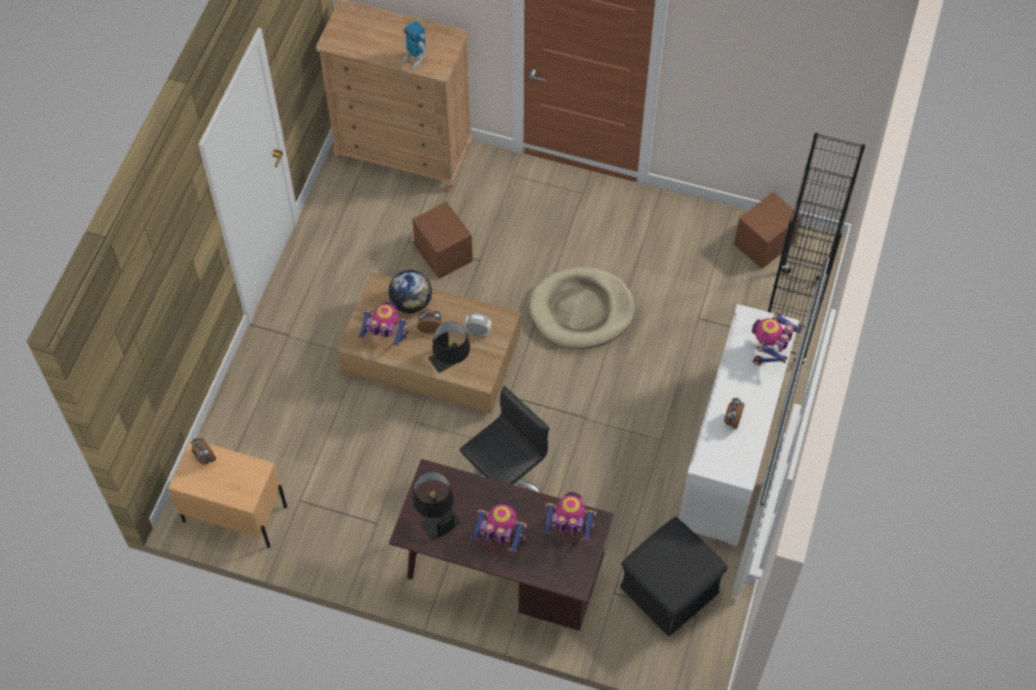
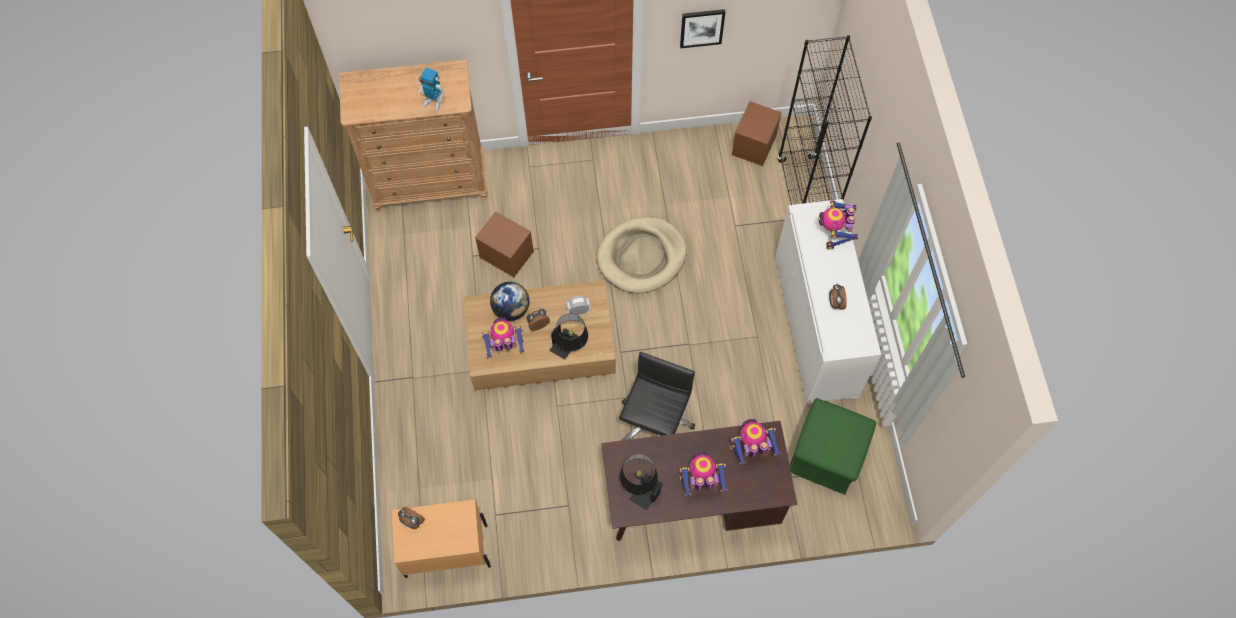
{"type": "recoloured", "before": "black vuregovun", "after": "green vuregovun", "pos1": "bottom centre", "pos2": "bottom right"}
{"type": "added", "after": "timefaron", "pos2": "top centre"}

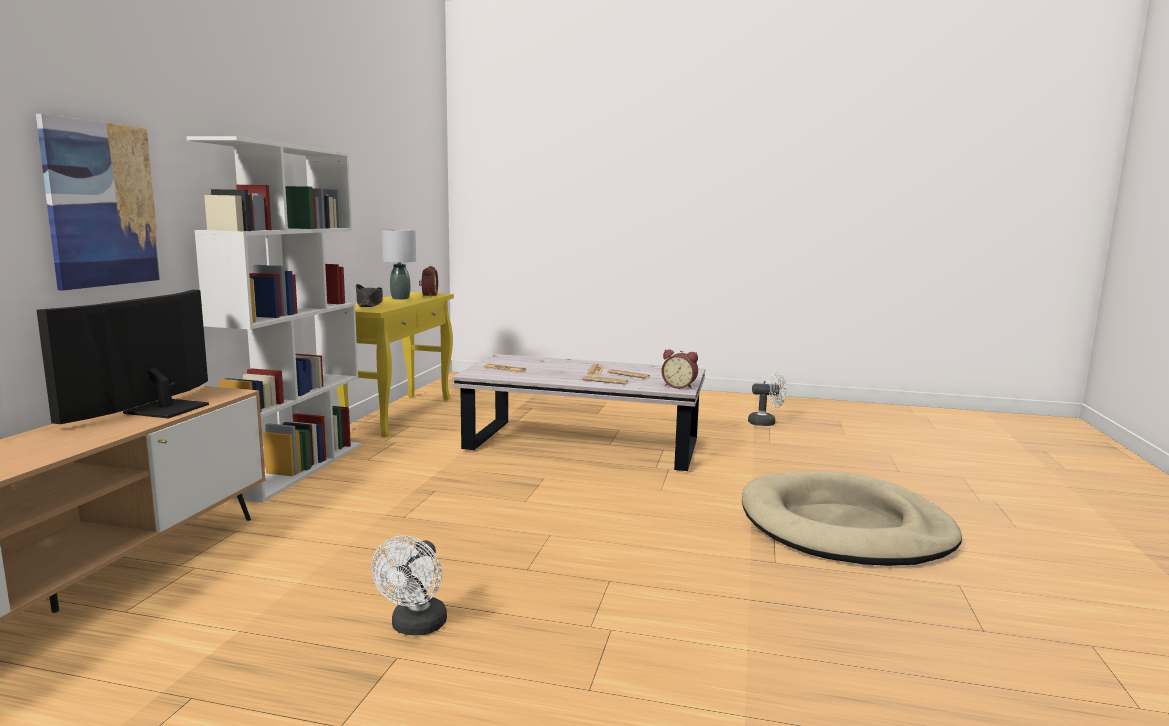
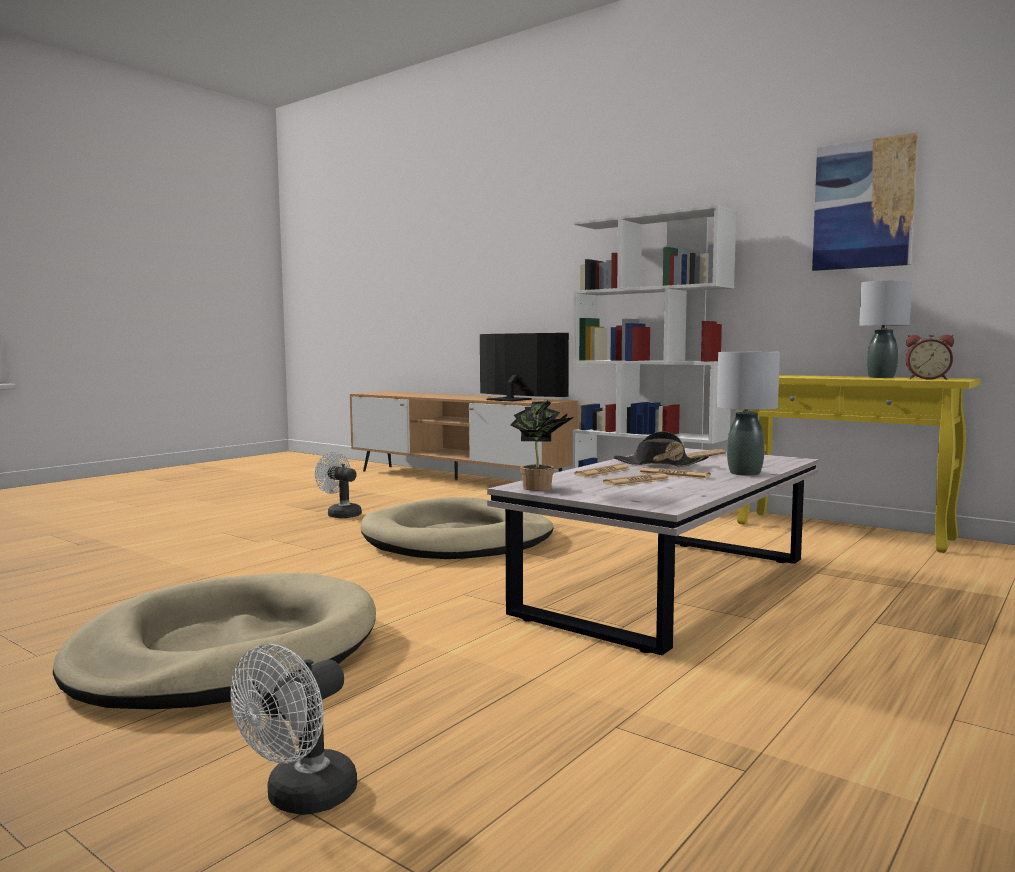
{"type": "moved", "before": "timefaron", "pos1": "top left", "pos2": "top right"}
{"type": "moved", "before": "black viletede", "pos1": "middle left", "pos2": "centre"}
{"type": "replaced", "before": "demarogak (2nd from left)", "after": "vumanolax", "pos1": "centre", "pos2": "centre"}
{"type": "moved", "before": "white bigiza (2nd from left in the first image)", "after": "white bigiza (1st from left)", "pos1": "centre", "pos2": "bottom left"}
{"type": "added", "after": "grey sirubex (1st from left)", "pos2": "middle right"}
{"type": "added", "after": "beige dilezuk (2nd from left)", "pos2": "centre"}

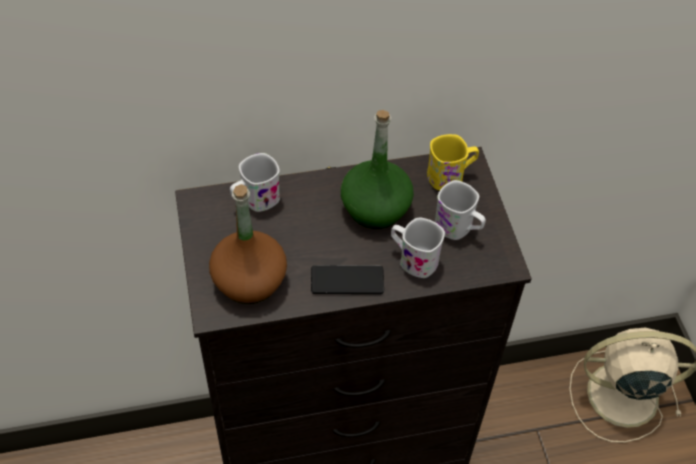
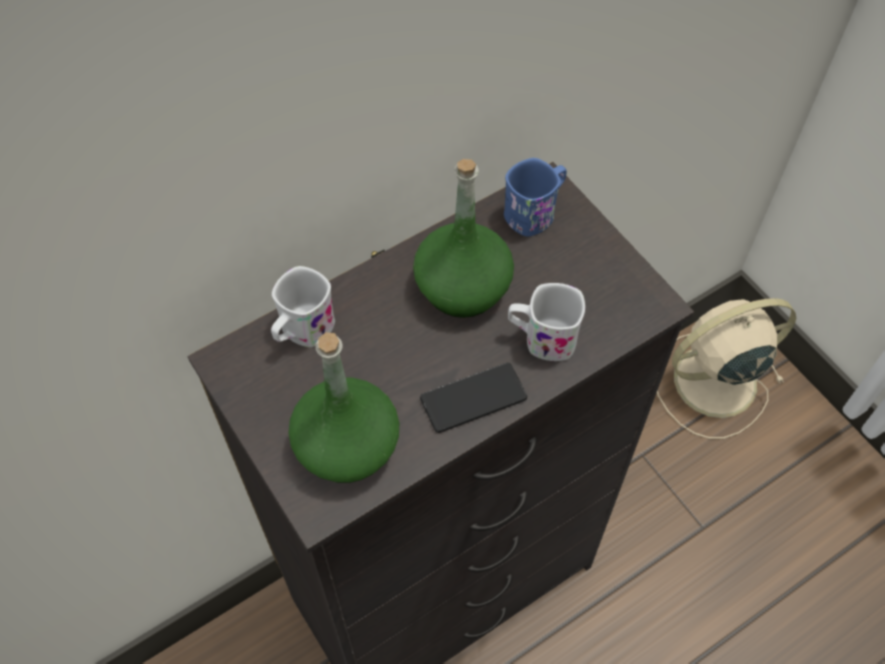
{"type": "recoloured", "before": "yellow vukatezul", "after": "blue vukatezul", "pos1": "centre", "pos2": "top centre"}
{"type": "removed", "before": "white vukatezul (3rd from left)", "pos1": "centre"}
{"type": "recoloured", "before": "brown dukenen", "after": "green dukenen (1st from left)", "pos1": "centre", "pos2": "centre"}

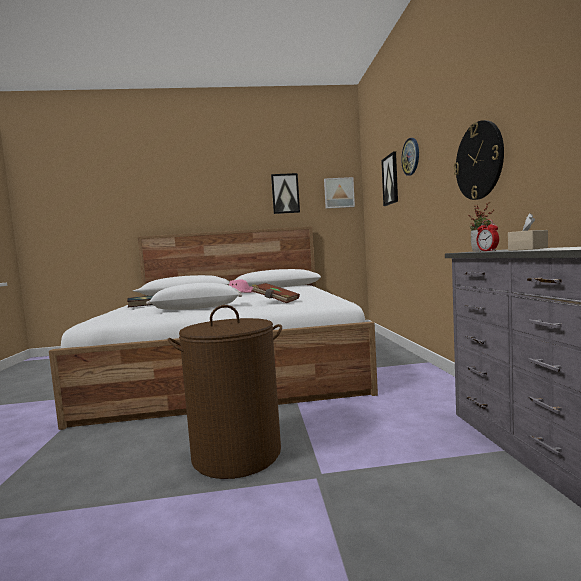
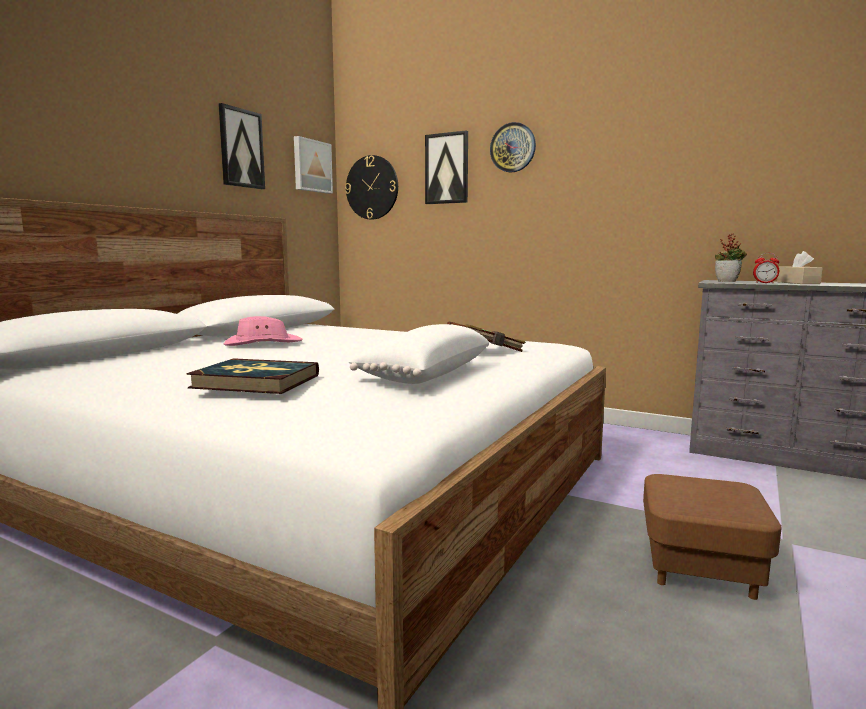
{"type": "moved", "before": "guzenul (2nd from left in the first image)", "after": "guzenul (1st from left)", "pos1": "top right", "pos2": "top centre"}
{"type": "replaced", "before": "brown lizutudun", "after": "brown vuregovun", "pos1": "bottom centre", "pos2": "bottom right"}

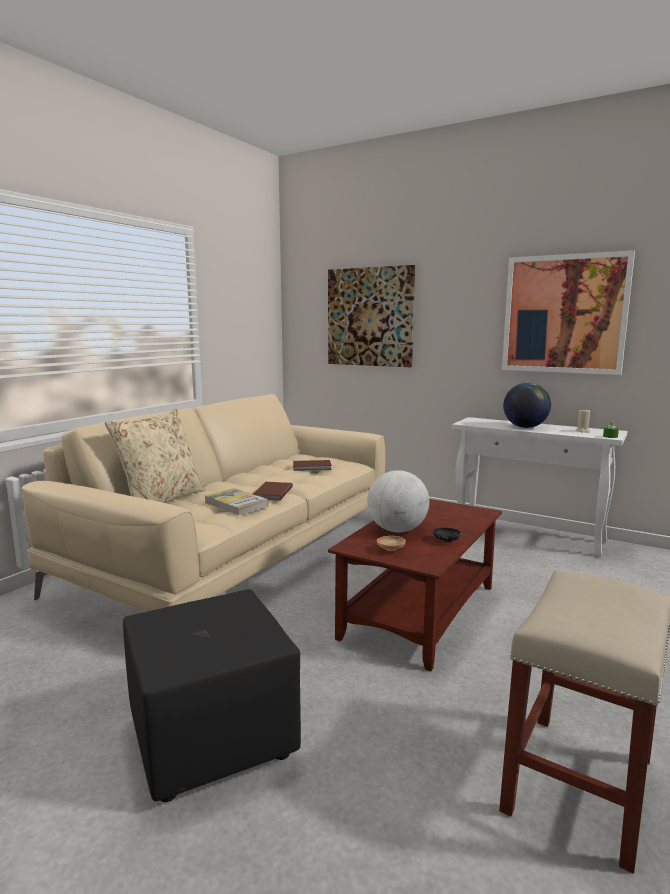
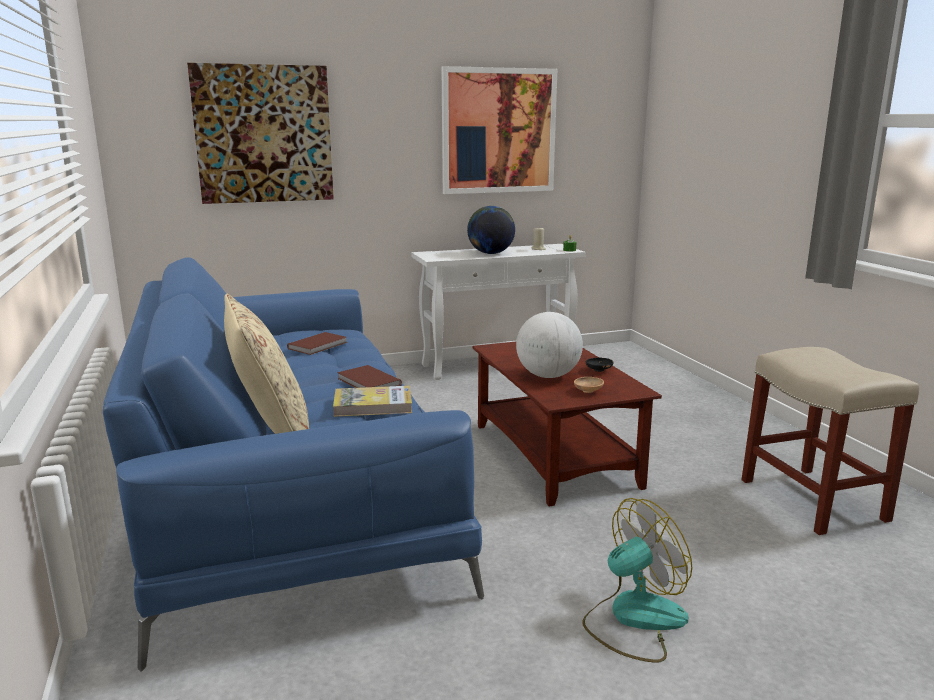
{"type": "recoloured", "before": "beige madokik", "after": "blue madokik", "pos1": "middle left", "pos2": "middle left"}
{"type": "replaced", "before": "black vuregovun", "after": "bigiza", "pos1": "bottom left", "pos2": "bottom right"}

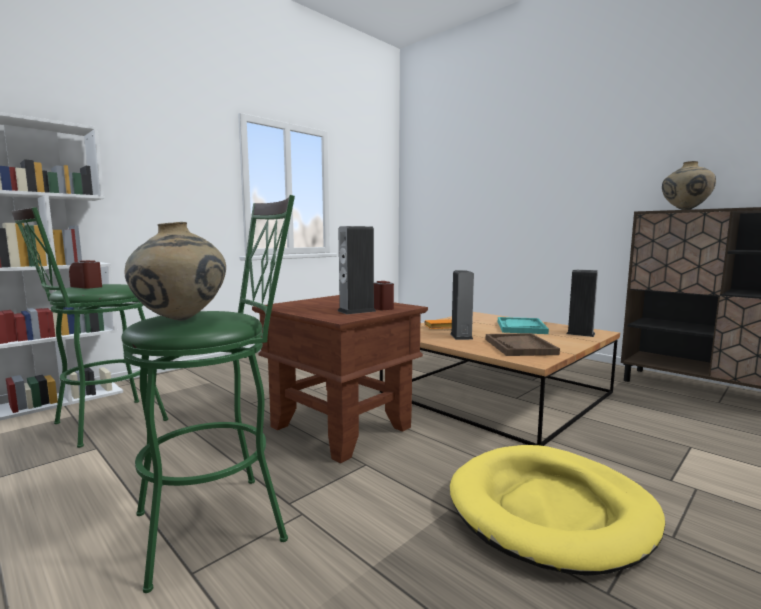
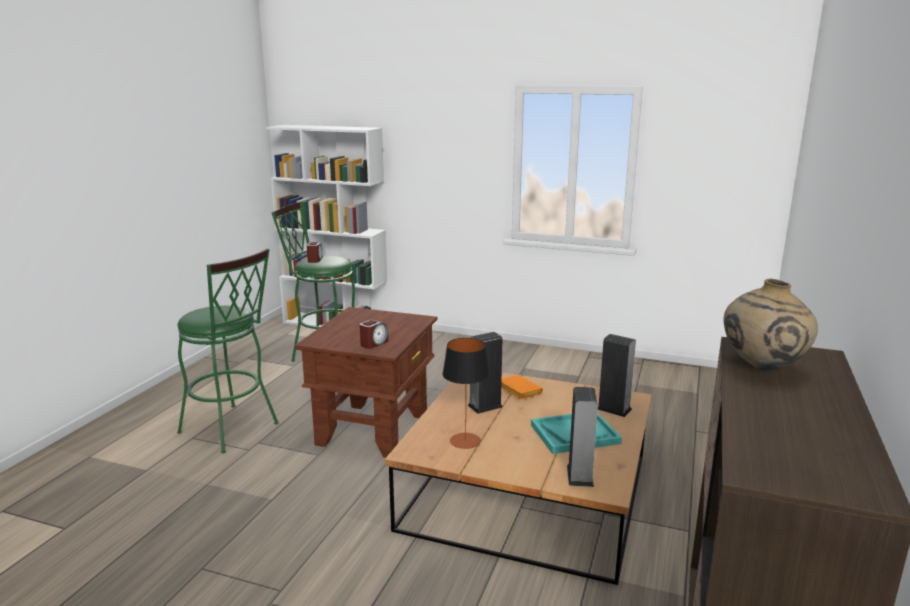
{"type": "removed", "before": "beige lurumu (1st from left)", "pos1": "middle left"}
{"type": "moved", "before": "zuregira (1st from left in the first image)", "after": "zuregira (3rd from left)", "pos1": "centre", "pos2": "middle right"}
{"type": "replaced", "before": "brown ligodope", "after": "sirubex", "pos1": "middle right", "pos2": "centre"}
{"type": "removed", "before": "yellow dilezuk", "pos1": "bottom right"}

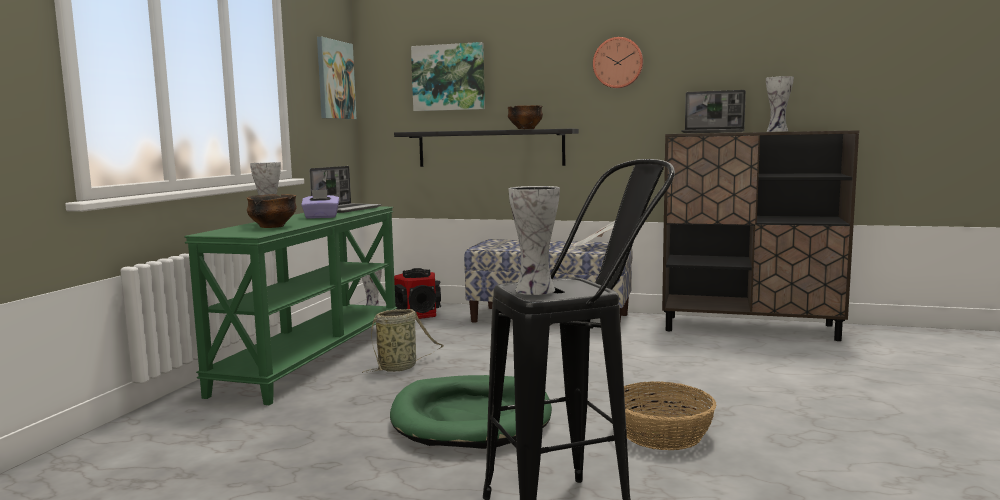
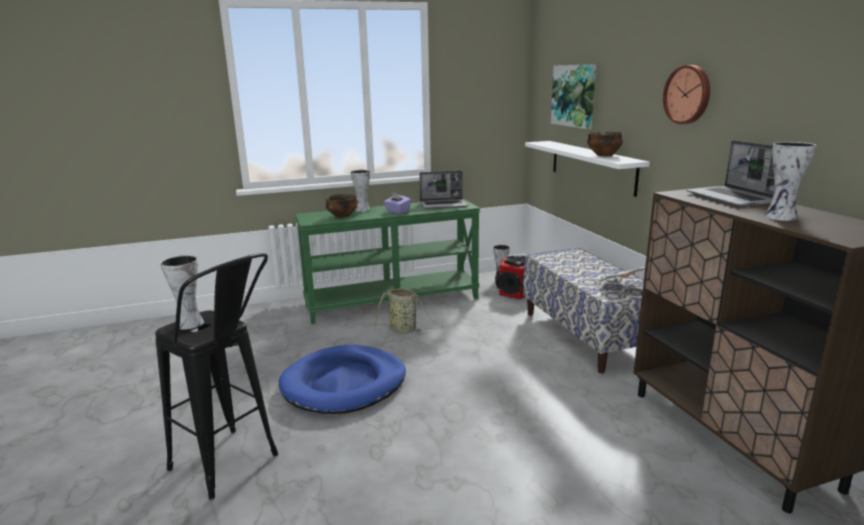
{"type": "removed", "before": "timefaron (1st from left)", "pos1": "top centre"}
{"type": "recoloured", "before": "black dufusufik", "after": "white dufusufik", "pos1": "top centre", "pos2": "top right"}
{"type": "recoloured", "before": "green dilezuk", "after": "blue dilezuk", "pos1": "bottom centre", "pos2": "bottom centre"}
{"type": "removed", "before": "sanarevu (2nd from left)", "pos1": "bottom right"}

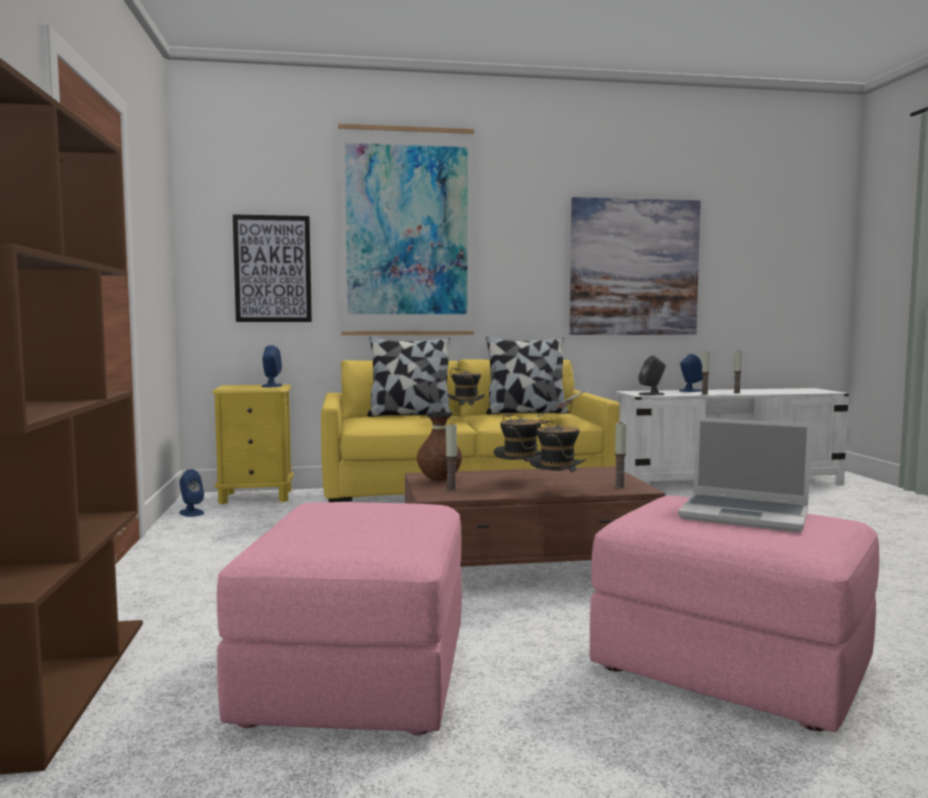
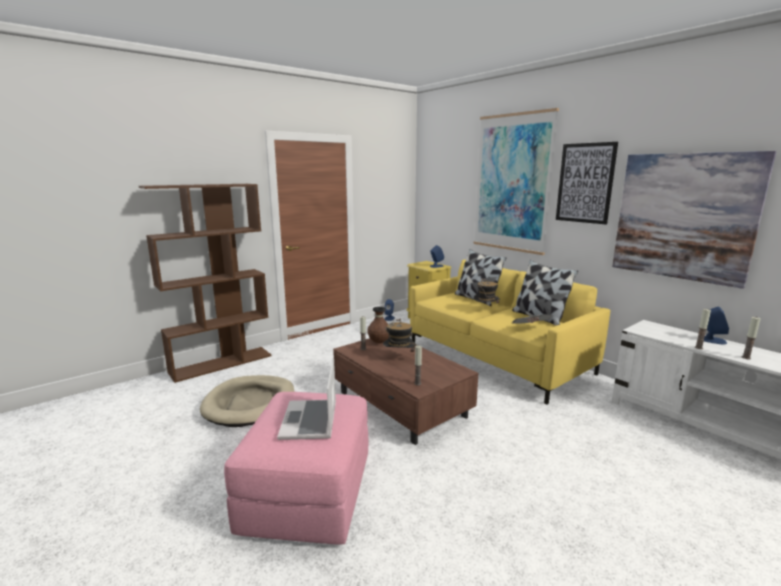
{"type": "moved", "before": "timefaron (1st from left in the first image)", "after": "timefaron (2nd from left)", "pos1": "middle left", "pos2": "top right"}
{"type": "removed", "before": "grey zuregira", "pos1": "middle right"}
{"type": "removed", "before": "viletede (3rd from left)", "pos1": "centre"}
{"type": "replaced", "before": "pink vuregovun (1st from left)", "after": "beige dilezuk", "pos1": "bottom centre", "pos2": "bottom left"}

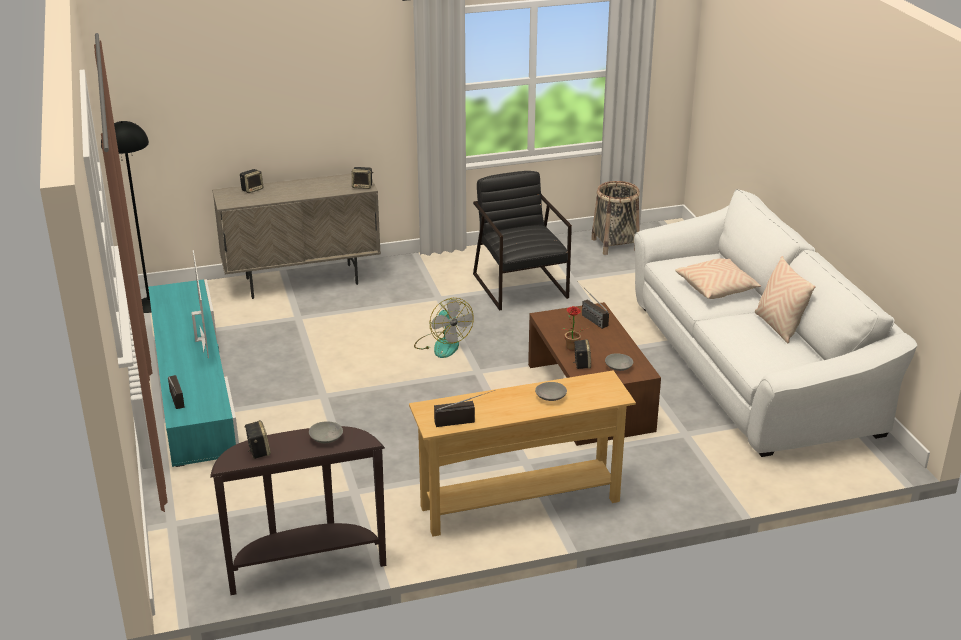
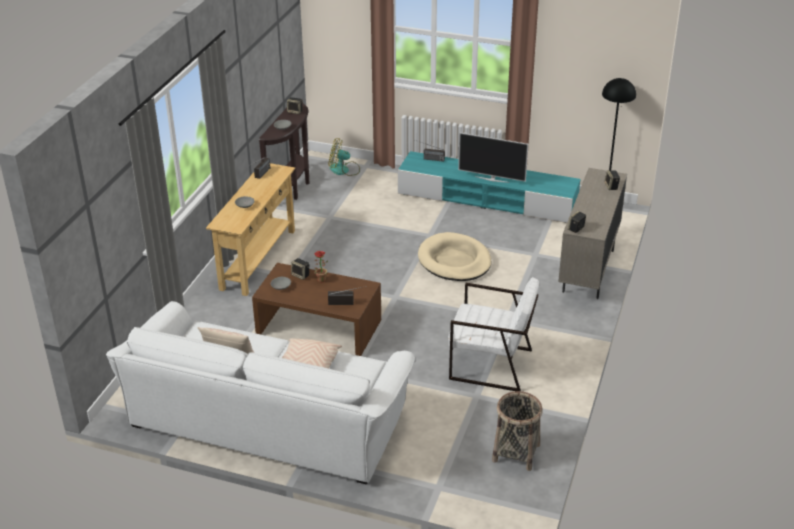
{"type": "recoloured", "before": "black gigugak", "after": "white gigugak", "pos1": "centre", "pos2": "centre"}
{"type": "moved", "before": "bigiza", "pos1": "centre", "pos2": "top centre"}
{"type": "added", "after": "beige dilezuk", "pos2": "centre"}

